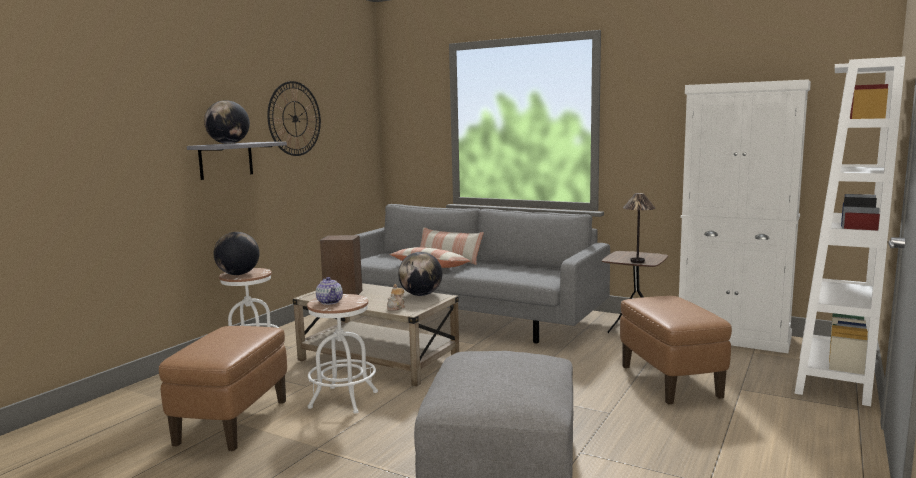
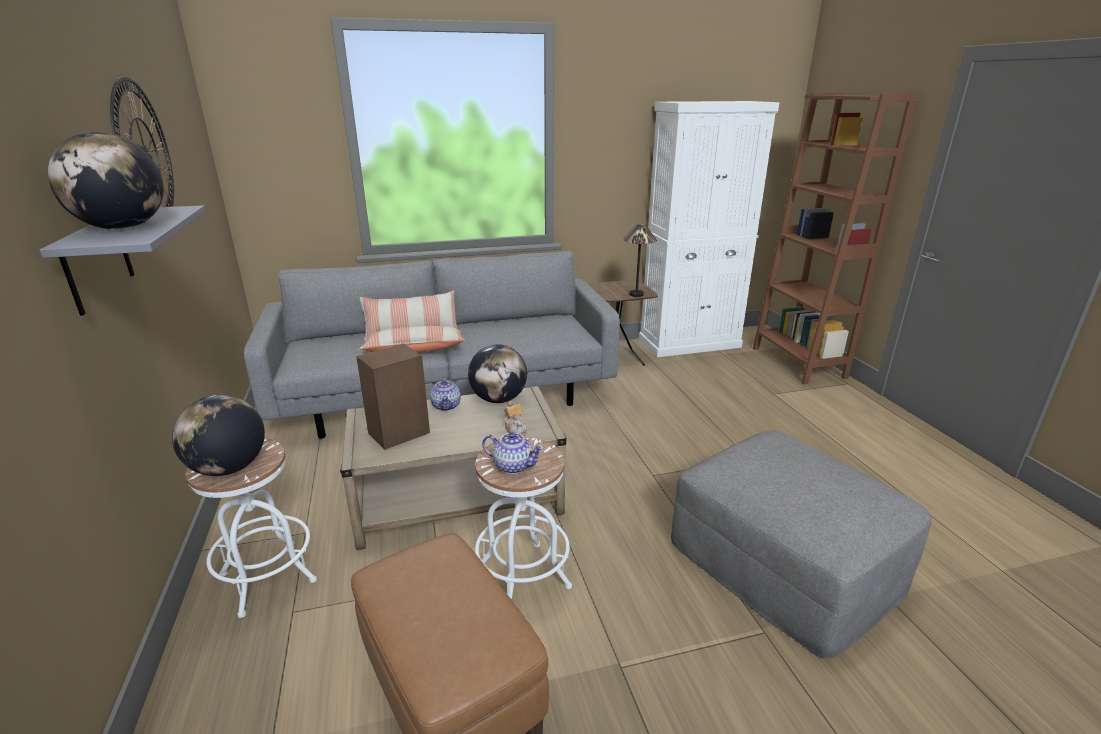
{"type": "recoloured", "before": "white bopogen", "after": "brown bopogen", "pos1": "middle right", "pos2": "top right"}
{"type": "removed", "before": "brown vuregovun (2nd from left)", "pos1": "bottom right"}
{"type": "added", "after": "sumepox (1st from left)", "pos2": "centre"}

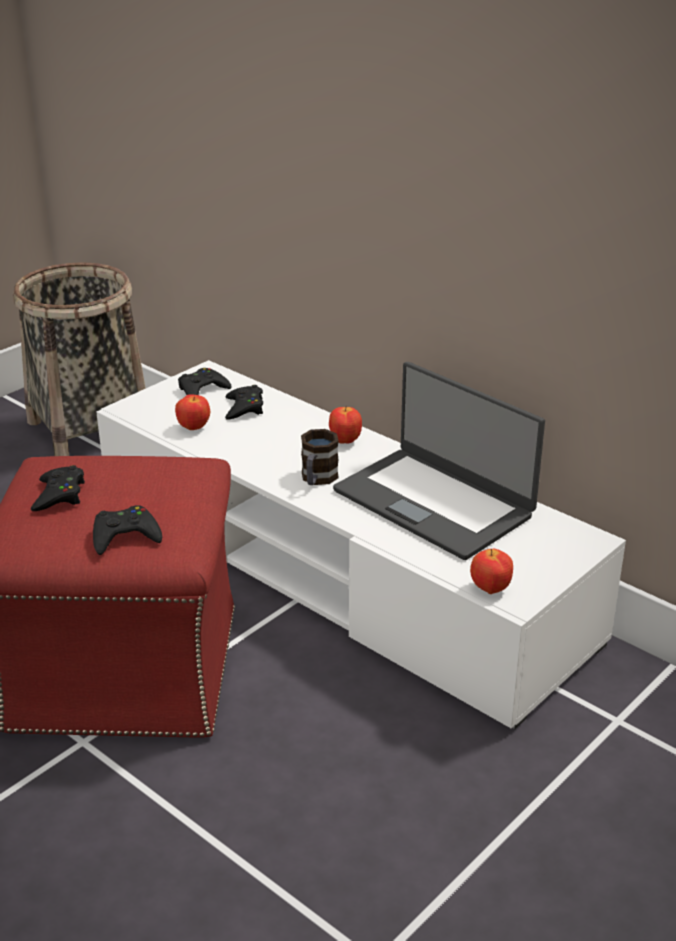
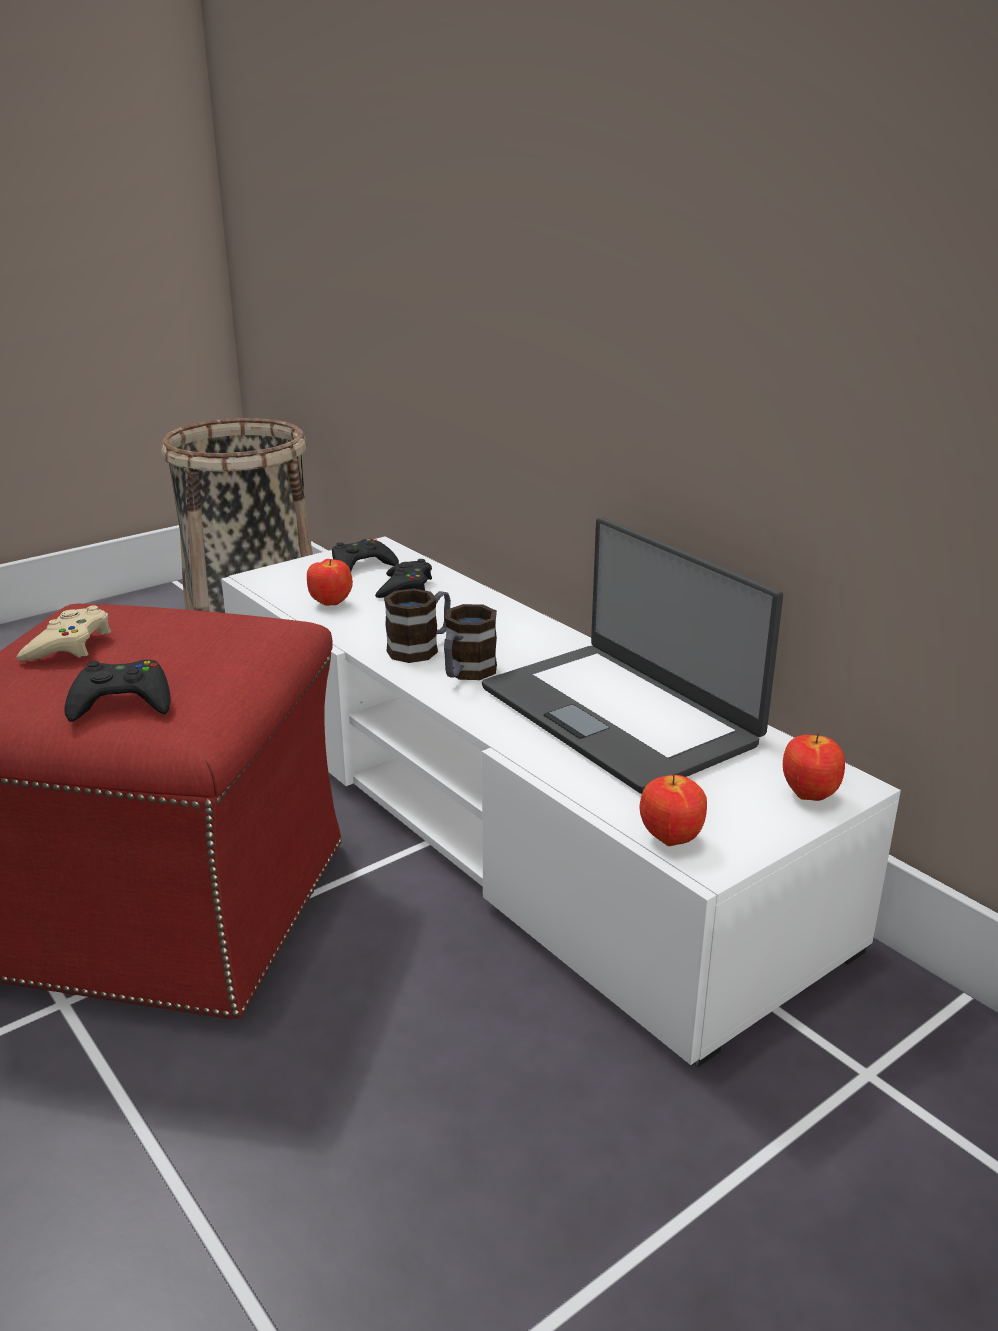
{"type": "moved", "before": "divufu (2nd from left in the first image)", "after": "divufu (3rd from left)", "pos1": "centre", "pos2": "middle right"}
{"type": "recoloured", "before": "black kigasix (1st from left)", "after": "beige kigasix", "pos1": "middle left", "pos2": "middle left"}
{"type": "added", "after": "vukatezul (1st from left)", "pos2": "centre"}

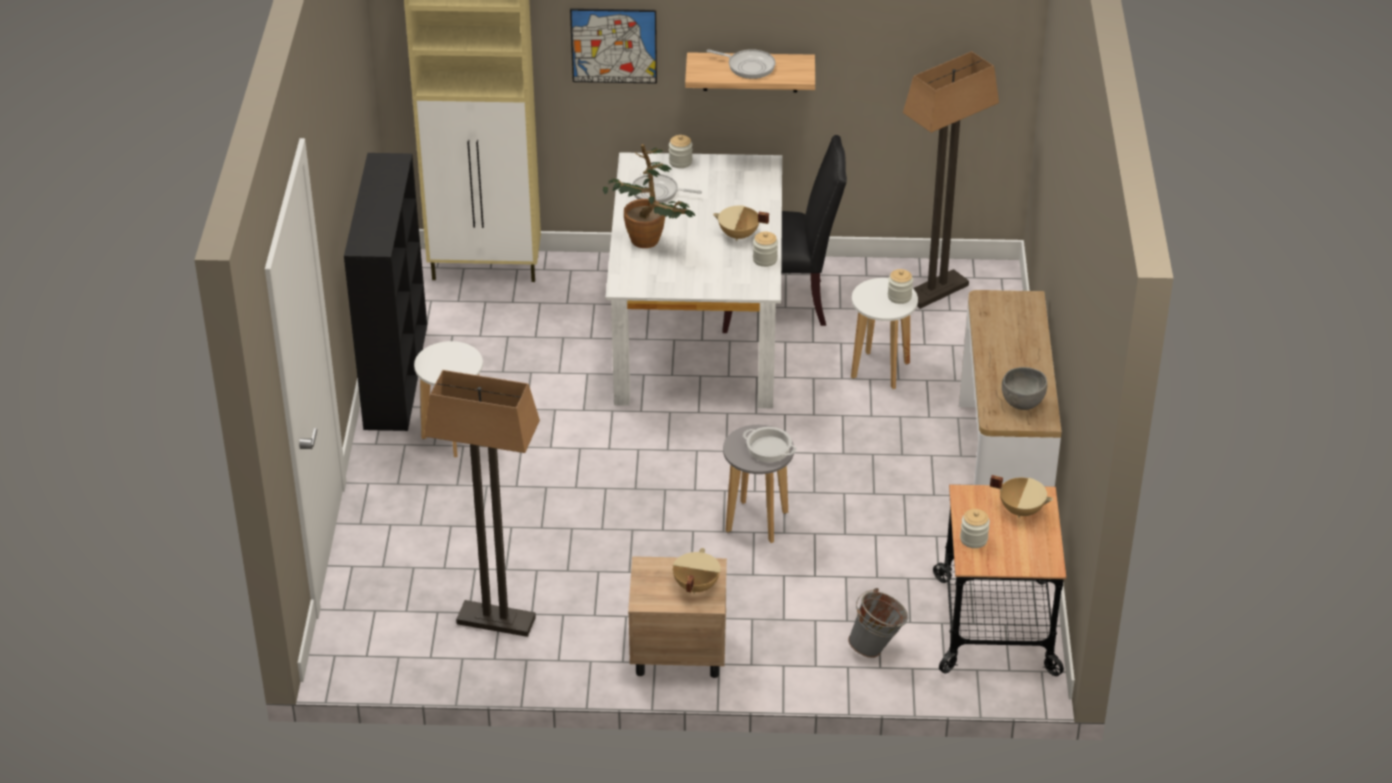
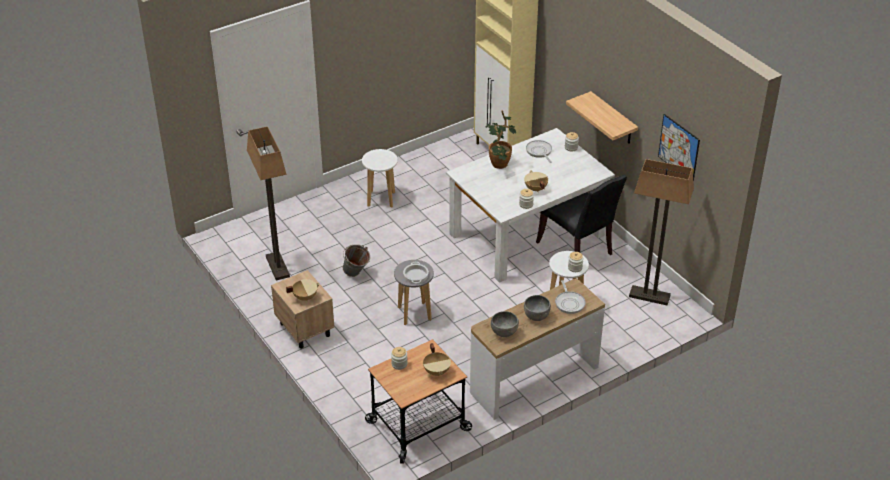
{"type": "moved", "before": "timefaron", "pos1": "top centre", "pos2": "top right"}
{"type": "moved", "before": "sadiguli (2nd from left)", "pos1": "top centre", "pos2": "centre"}
{"type": "removed", "before": "black bopogen", "pos1": "middle left"}
{"type": "moved", "before": "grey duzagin", "pos1": "bottom centre", "pos2": "centre"}
{"type": "added", "after": "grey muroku (2nd from left)", "pos2": "centre"}

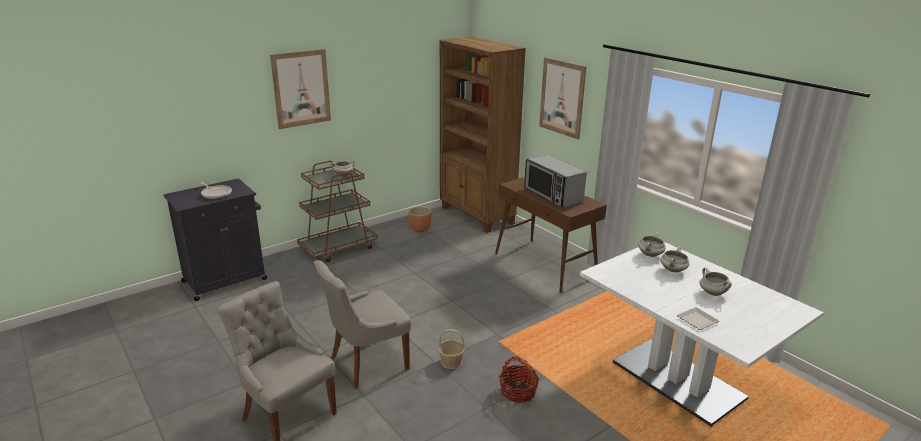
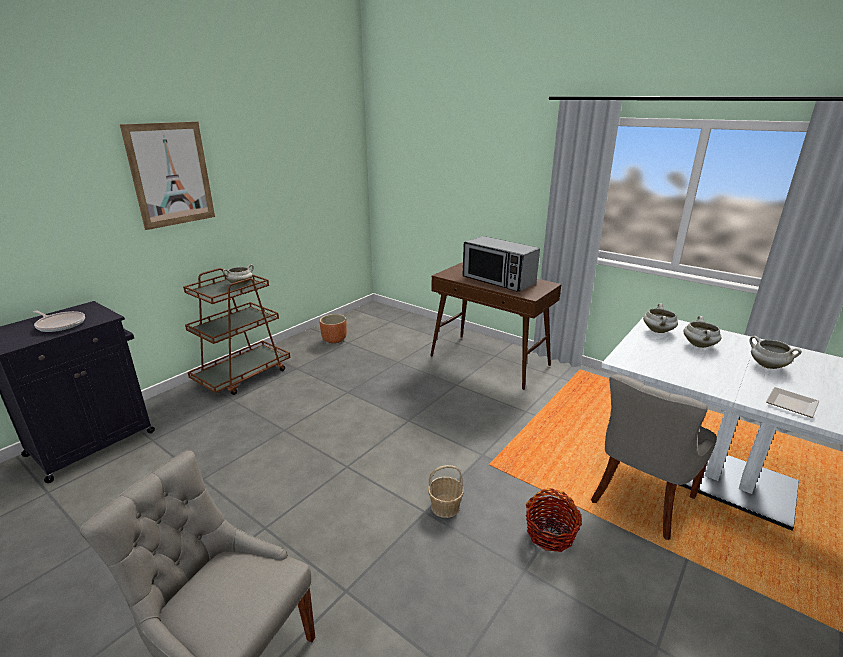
{"type": "removed", "before": "brown bopogen", "pos1": "top centre"}
{"type": "removed", "before": "timefaron (2nd from left)", "pos1": "top centre"}
{"type": "moved", "before": "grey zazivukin (2nd from left)", "pos1": "bottom centre", "pos2": "bottom right"}

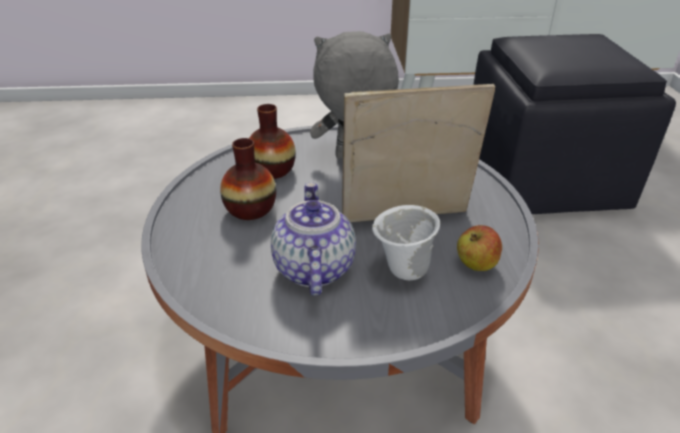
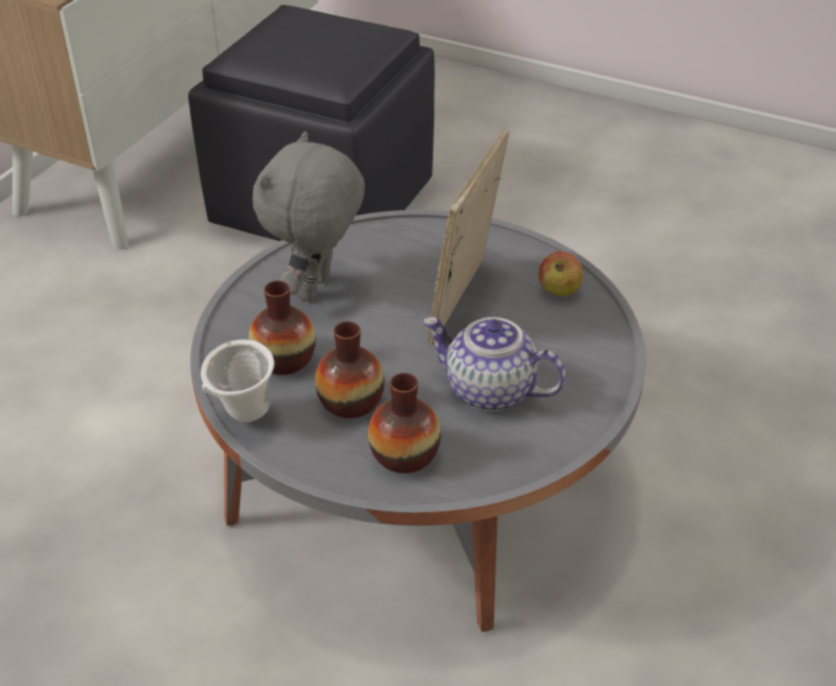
{"type": "moved", "before": "white vukatezul", "pos1": "centre", "pos2": "middle left"}
{"type": "added", "after": "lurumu (3rd from left)", "pos2": "centre"}

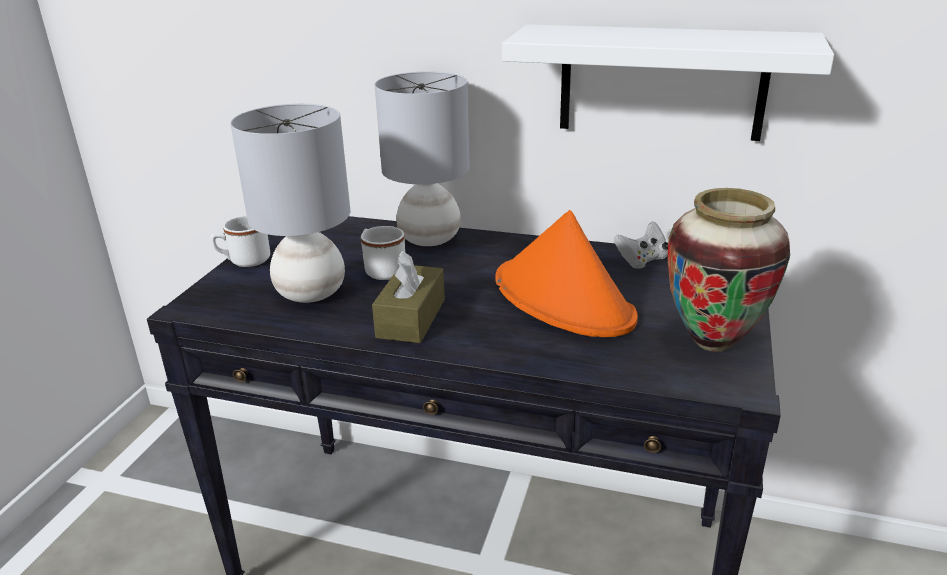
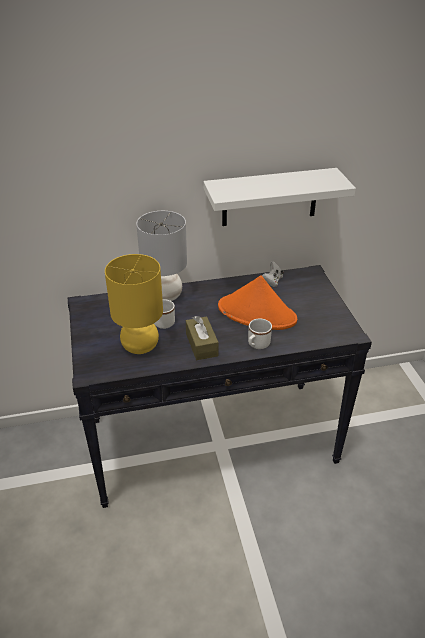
{"type": "recoloured", "before": "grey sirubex (1st from left)", "after": "yellow sirubex", "pos1": "middle left", "pos2": "middle left"}
{"type": "removed", "before": "lurumu", "pos1": "middle right"}
{"type": "moved", "before": "white vukatezul (1st from left in the first image)", "after": "white vukatezul (2nd from left)", "pos1": "middle left", "pos2": "centre"}

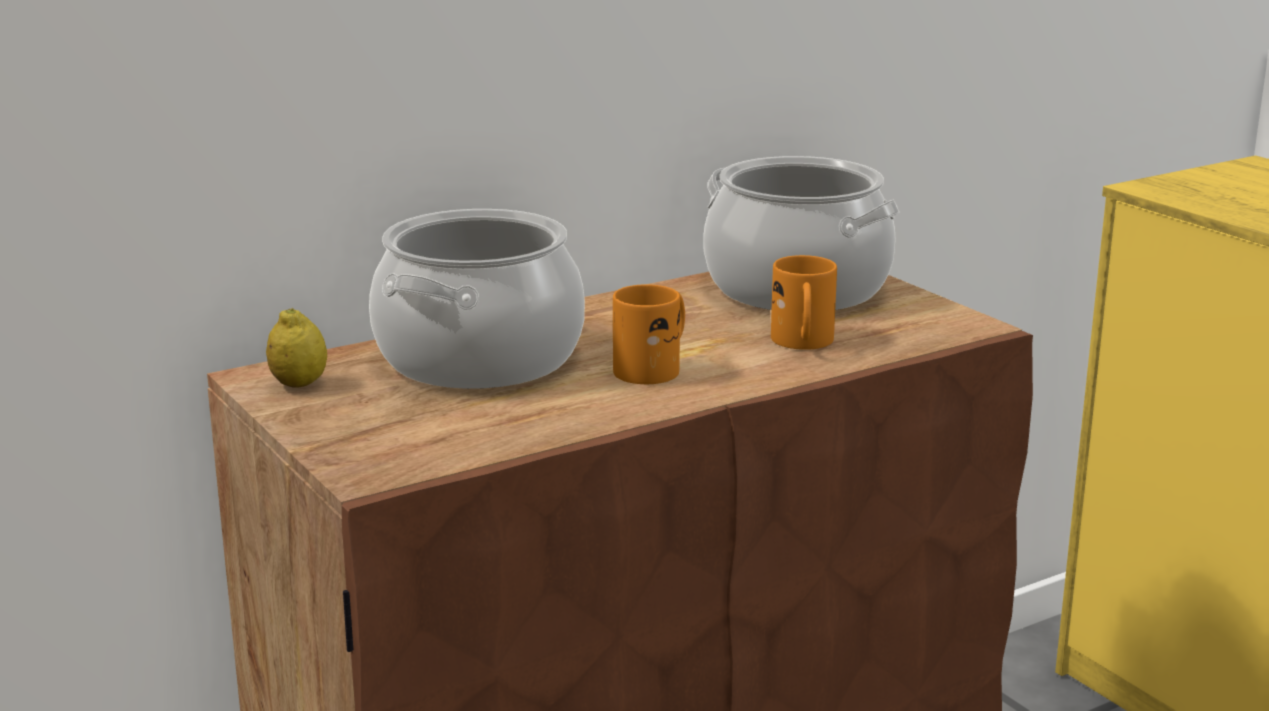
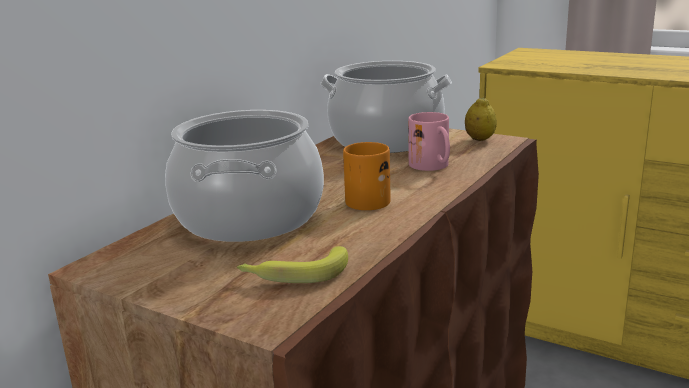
{"type": "recoloured", "before": "orange vukatezul (2nd from left)", "after": "pink vukatezul", "pos1": "centre", "pos2": "centre"}
{"type": "moved", "before": "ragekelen", "pos1": "middle left", "pos2": "top right"}
{"type": "added", "after": "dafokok", "pos2": "bottom centre"}

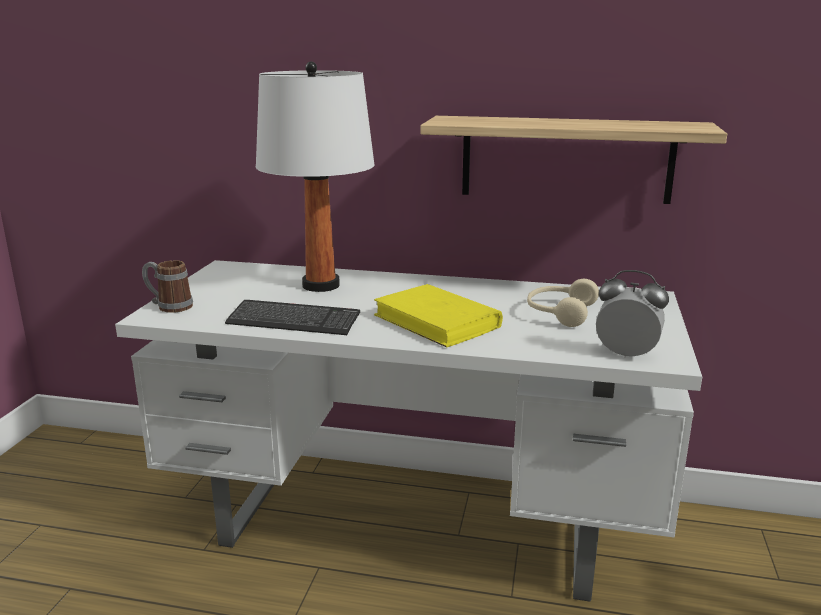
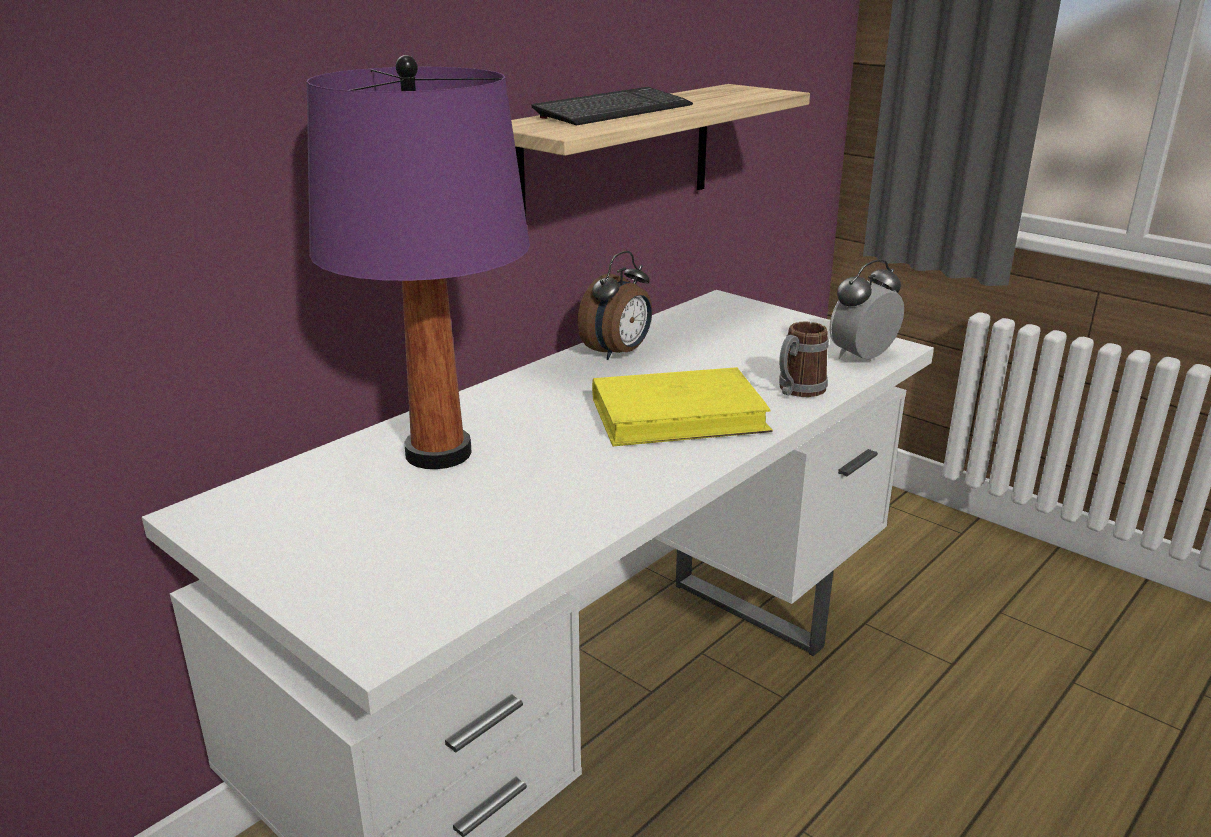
{"type": "recoloured", "before": "white sirubex", "after": "purple sirubex", "pos1": "top centre", "pos2": "top centre"}
{"type": "moved", "before": "vukatezul", "pos1": "middle left", "pos2": "centre"}
{"type": "removed", "before": "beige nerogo", "pos1": "middle right"}
{"type": "moved", "before": "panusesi", "pos1": "centre", "pos2": "top centre"}
{"type": "added", "after": "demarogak (1st from left)", "pos2": "centre"}

